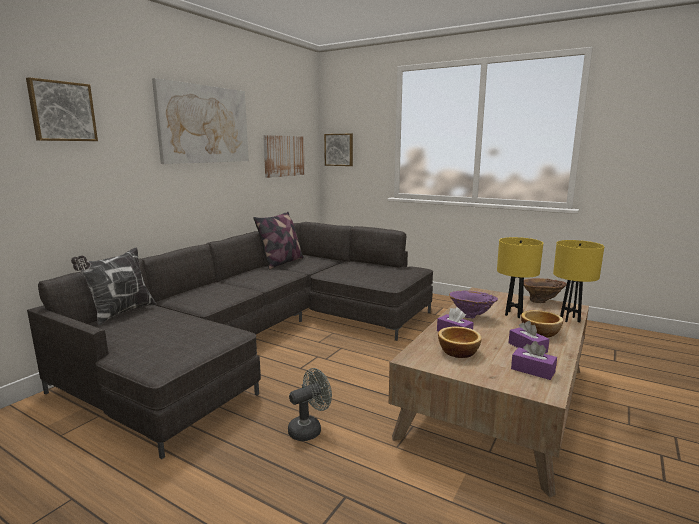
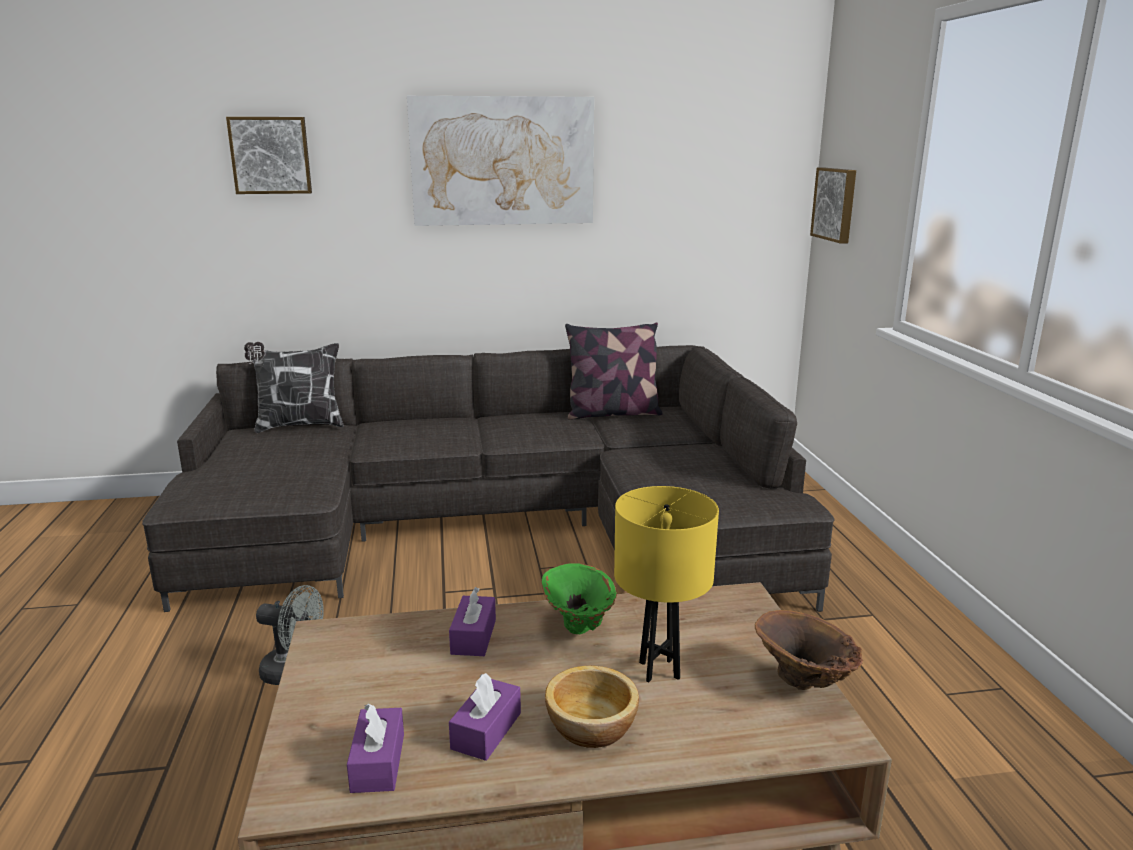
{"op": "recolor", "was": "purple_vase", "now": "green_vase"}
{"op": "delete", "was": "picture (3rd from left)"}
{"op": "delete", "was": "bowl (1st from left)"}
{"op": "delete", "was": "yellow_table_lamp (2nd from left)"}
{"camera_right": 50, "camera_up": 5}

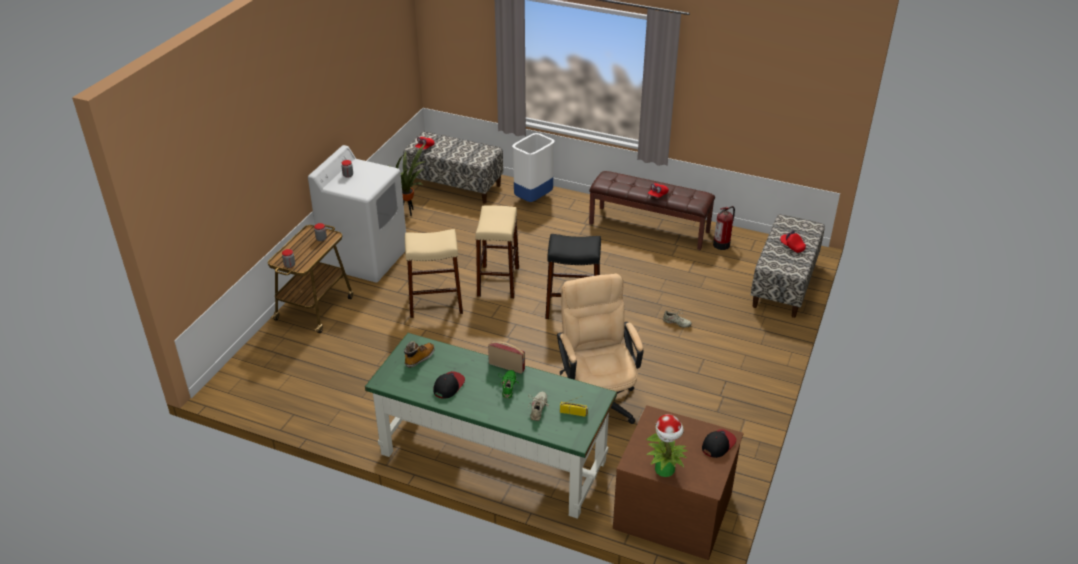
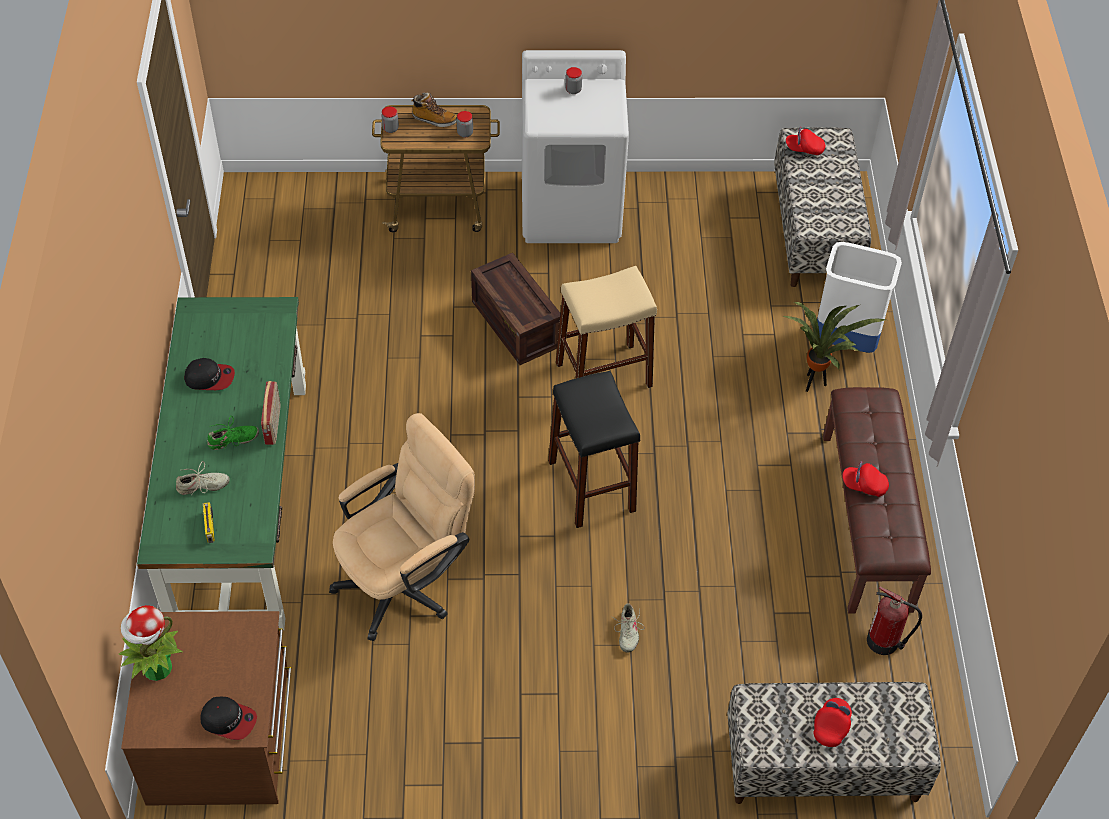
{"op": "move", "was": "boot"}
{"op": "replace", "was": "beige_stool (1st from left)", "now": "crate"}
{"op": "move", "was": "potted_plant (1st from left in the first image)", "now": "potted_plant (2nd from left)"}
{"camera_right": 65, "camera_up": 15}

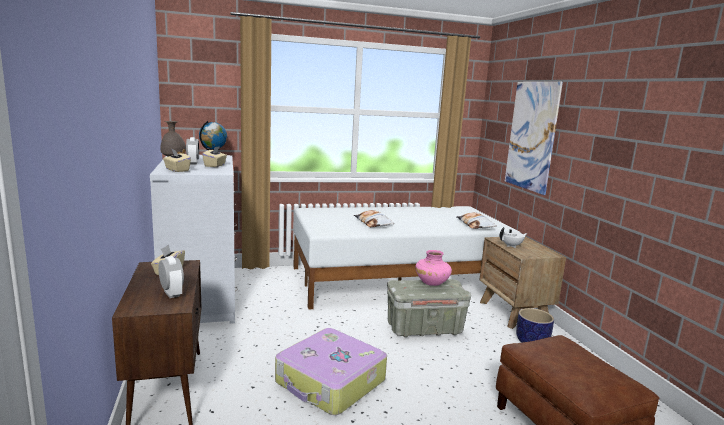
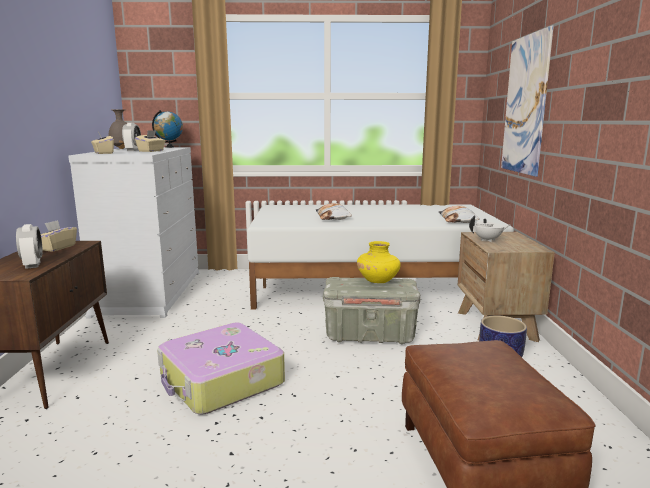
{"op": "recolor", "was": "pink_vase", "now": "yellow_vase"}
{"camera_right": 15, "camera_up": 0}

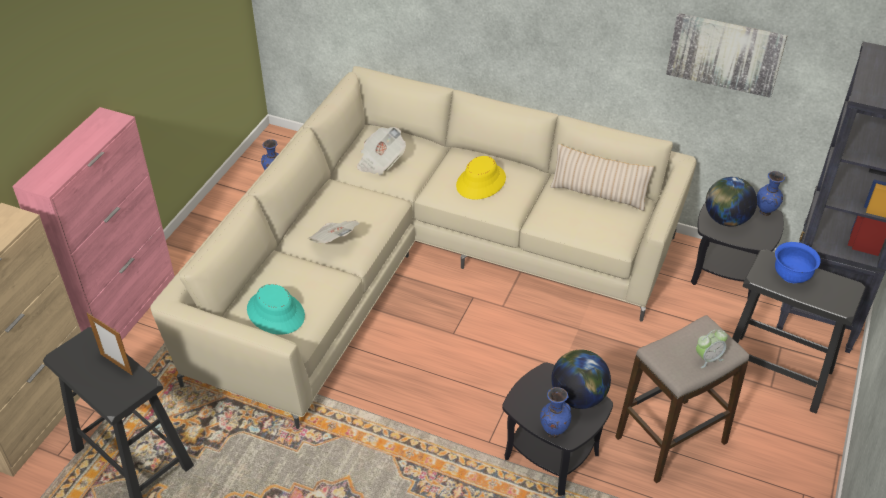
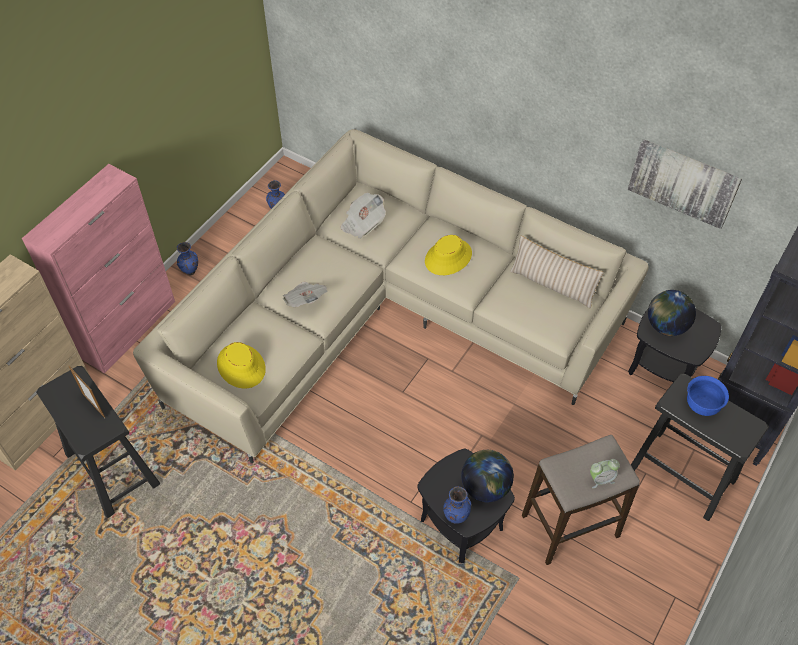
{"op": "move", "was": "blue_vase (3rd from left in the first image)", "now": "blue_vase (1st from left)"}
{"op": "recolor", "was": "turquoise_hat", "now": "yellow_hat (1st from left)"}
{"camera_right": 10, "camera_up": 10}

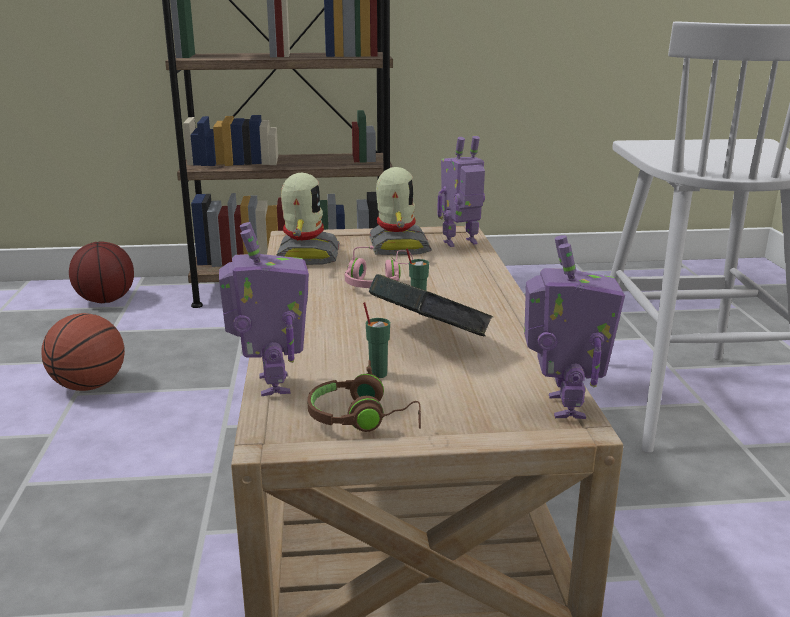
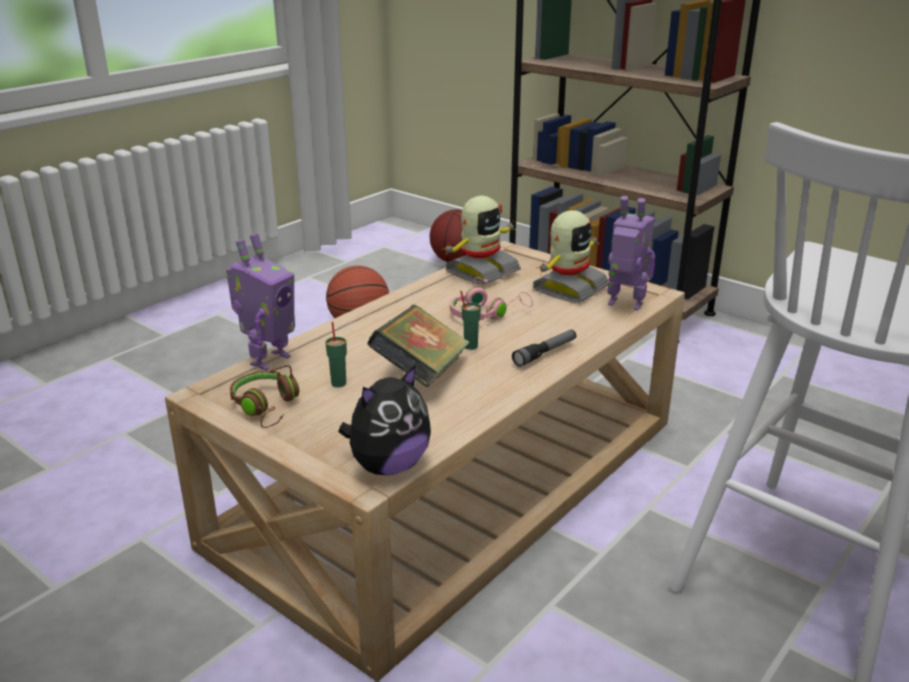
{"op": "replace", "was": "toy_robot (5th from left)", "now": "plush_toy"}
{"op": "insert", "now": "flashlight"}
{"camera_right": 45, "camera_up": 5}

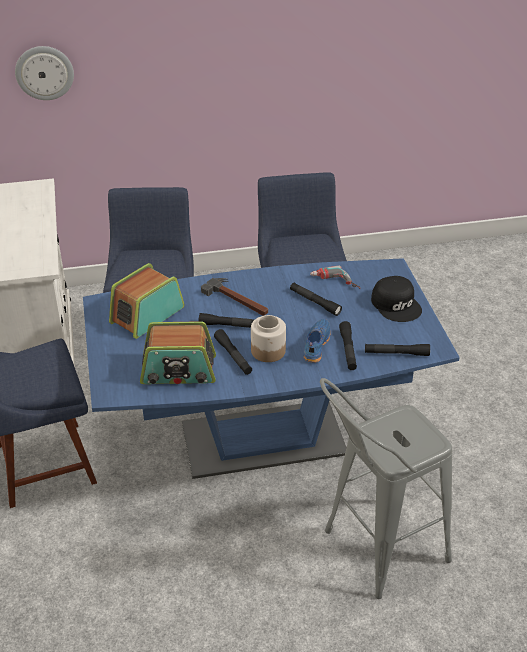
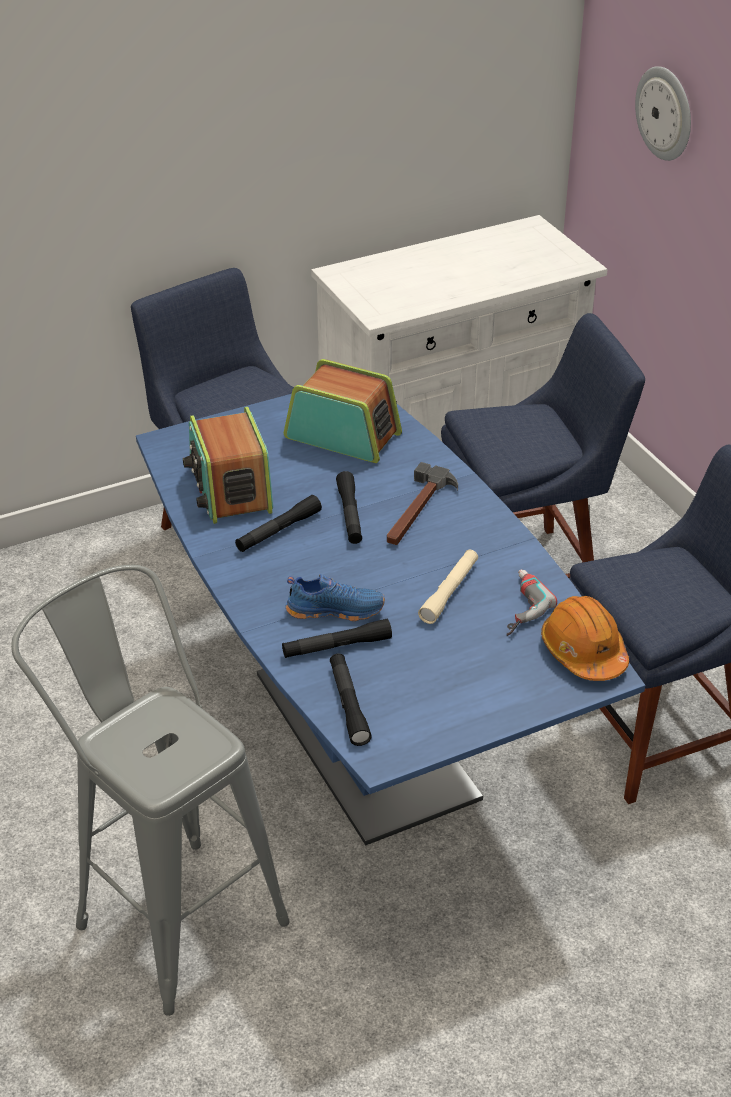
{"op": "recolor", "was": "black_flashlight (3rd from left)", "now": "beige_flashlight"}
{"op": "insert", "now": "orange_hard_hat"}
{"op": "delete", "was": "jar"}
{"op": "delete", "was": "black_cap"}
{"camera_right": 75, "camera_up": 0}

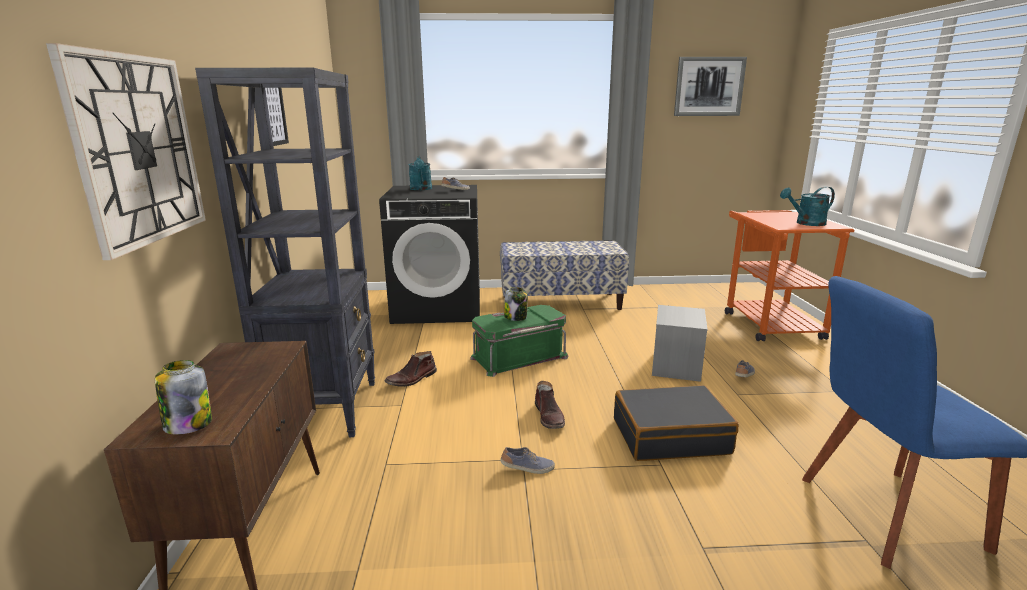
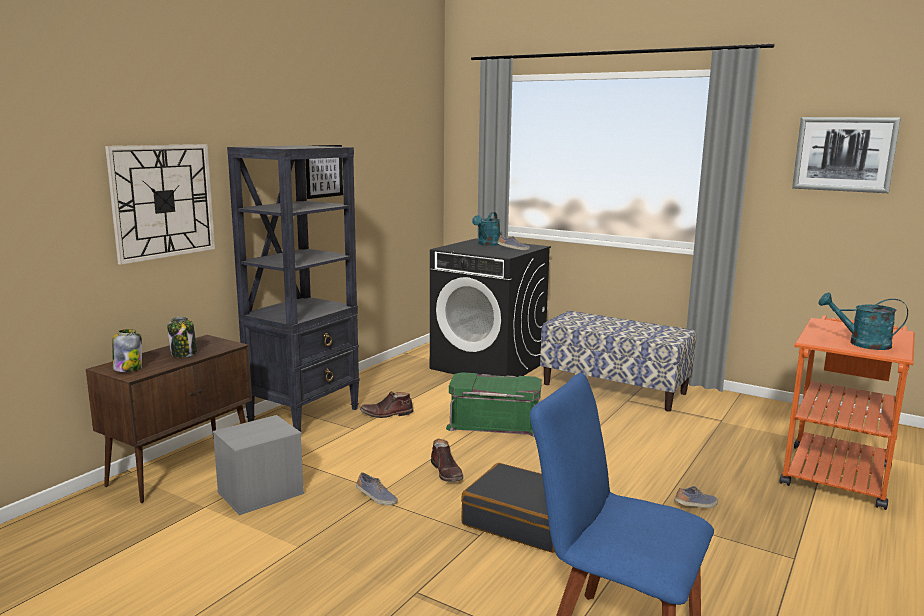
{"op": "move", "was": "jar (2nd from left)"}
{"op": "move", "was": "grey_storage_box"}
{"op": "rotate", "was": "brown_boot (2nd from left)", "clockwise": -45}
{"camera_right": 35, "camera_up": -5}

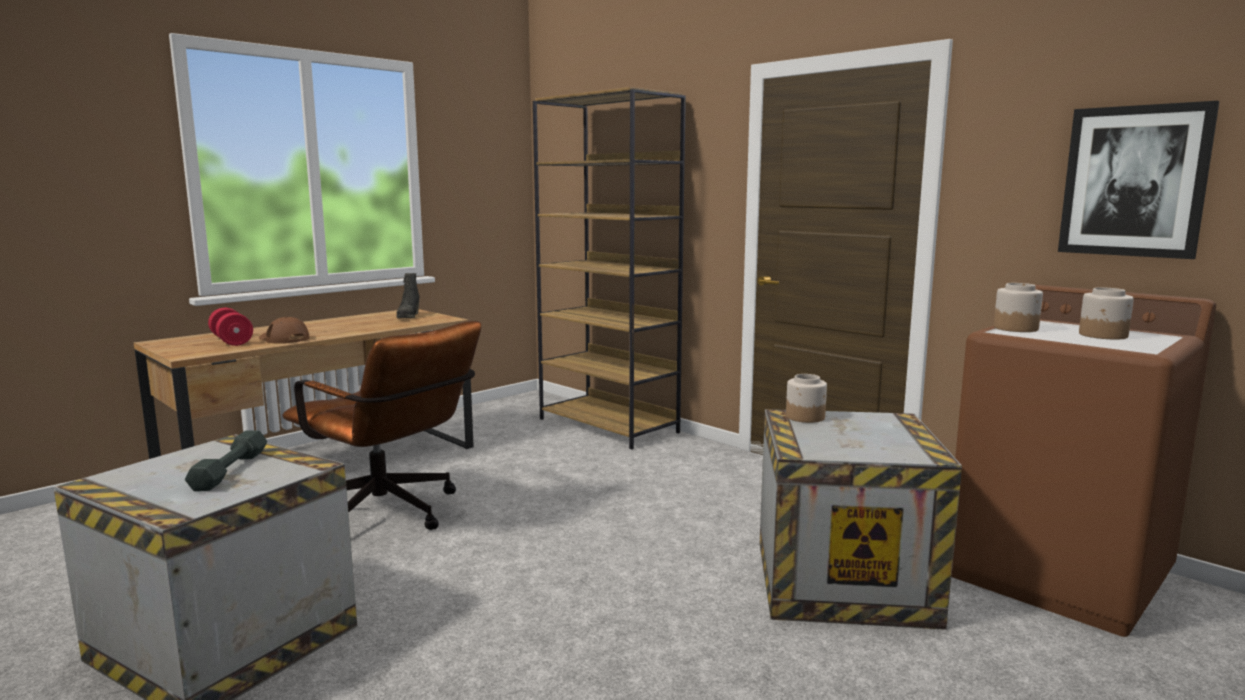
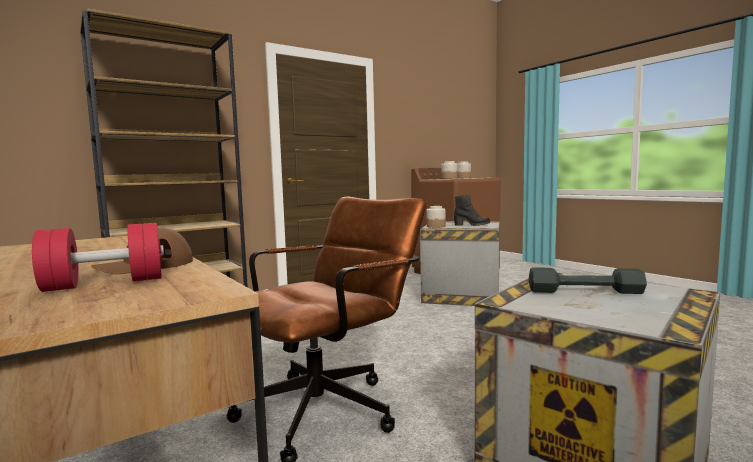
{"op": "move", "was": "black_boot"}
{"op": "delete", "was": "picture"}
{"camera_right": -80, "camera_up": -5}

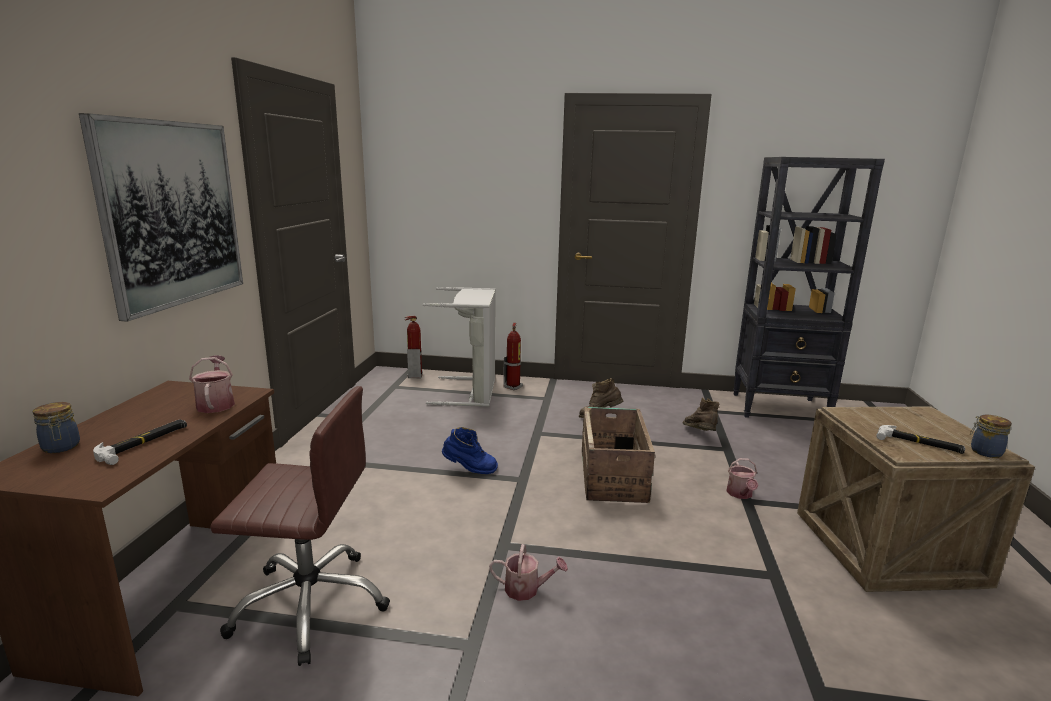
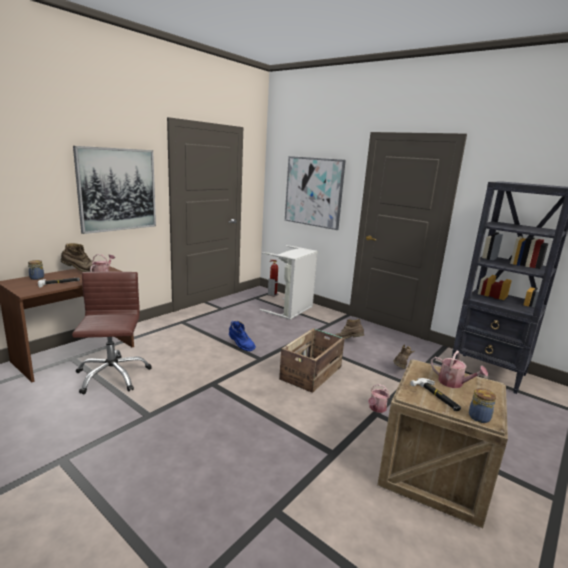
{"op": "insert", "now": "brown_boot (1st from left)"}
{"op": "rotate", "was": "brown_office_chair", "clockwise": -135}
{"op": "insert", "now": "picture (2nd from left)"}
{"op": "move", "was": "watering_can (2nd from left in the first image)", "now": "watering_can (3rd from left)"}
{"op": "delete", "was": "fire_extinguisher (2nd from left)"}
{"camera_right": 30, "camera_up": 0}

